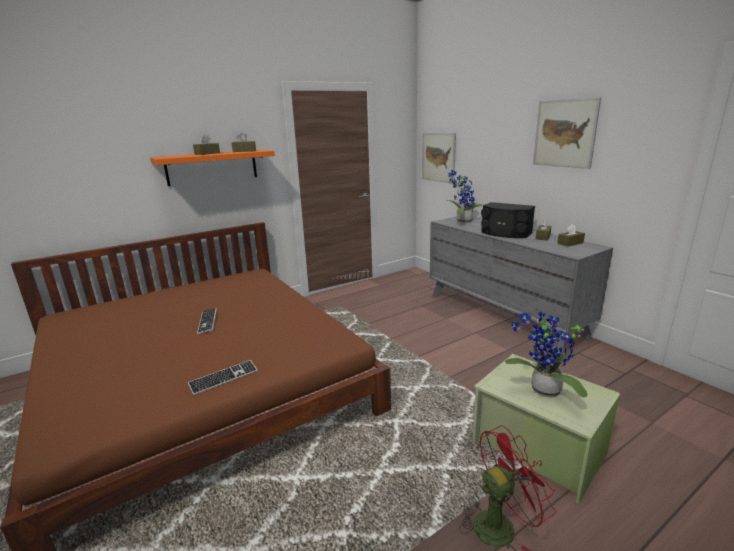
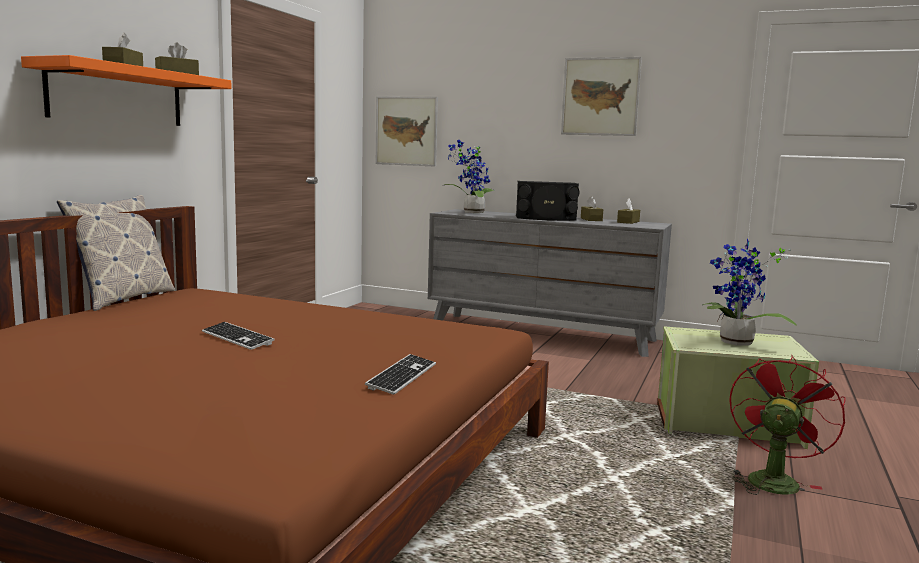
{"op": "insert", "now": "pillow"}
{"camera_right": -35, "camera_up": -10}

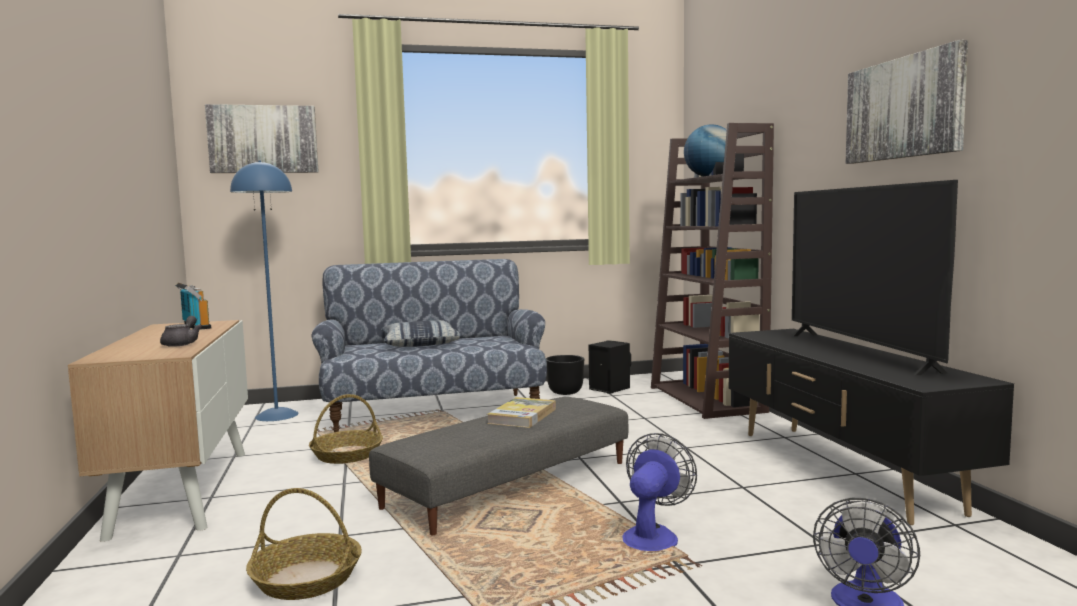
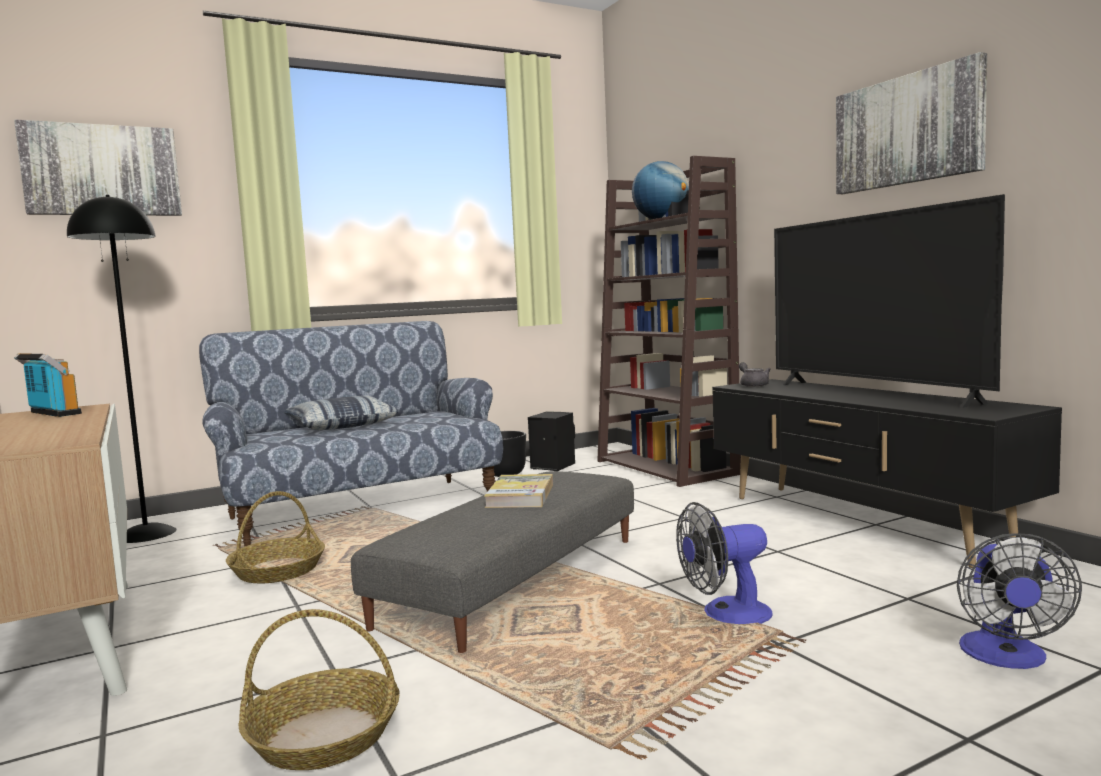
{"op": "recolor", "was": "blue_floor_lamp", "now": "black_floor_lamp"}
{"op": "rotate", "was": "fan (1st from left)", "clockwise": -120}
{"op": "move", "was": "grey_teapot"}
{"camera_right": -15, "camera_up": 0}

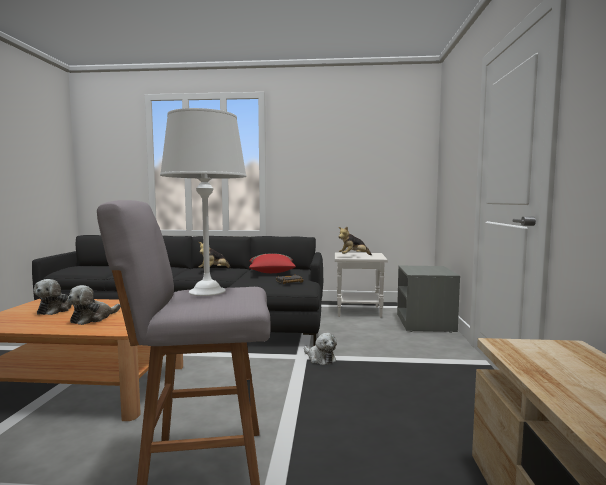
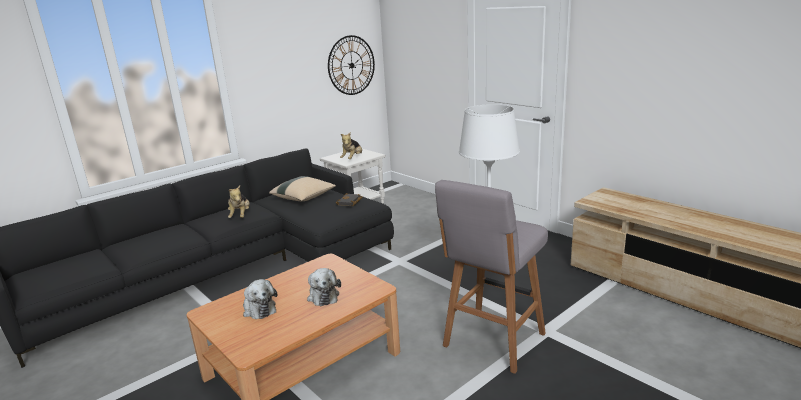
{"op": "recolor", "was": "red_pillow", "now": "beige_pillow"}
{"op": "insert", "now": "wall_clock"}
{"op": "delete", "was": "plush_toy (4th from left)"}
{"op": "delete", "was": "grey_nightstand"}
{"camera_right": -45, "camera_up": 15}

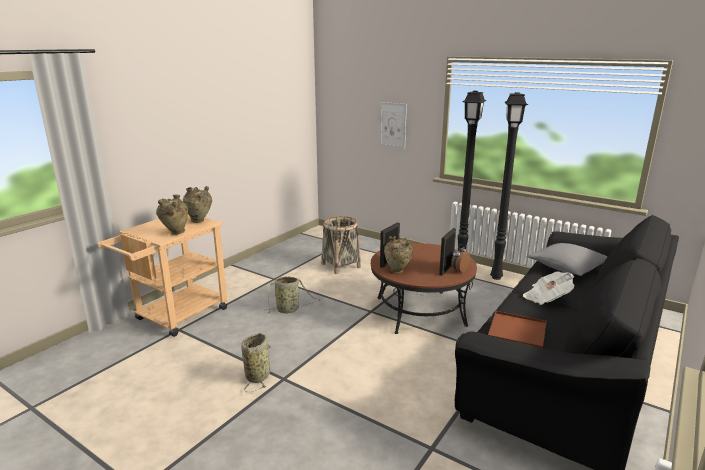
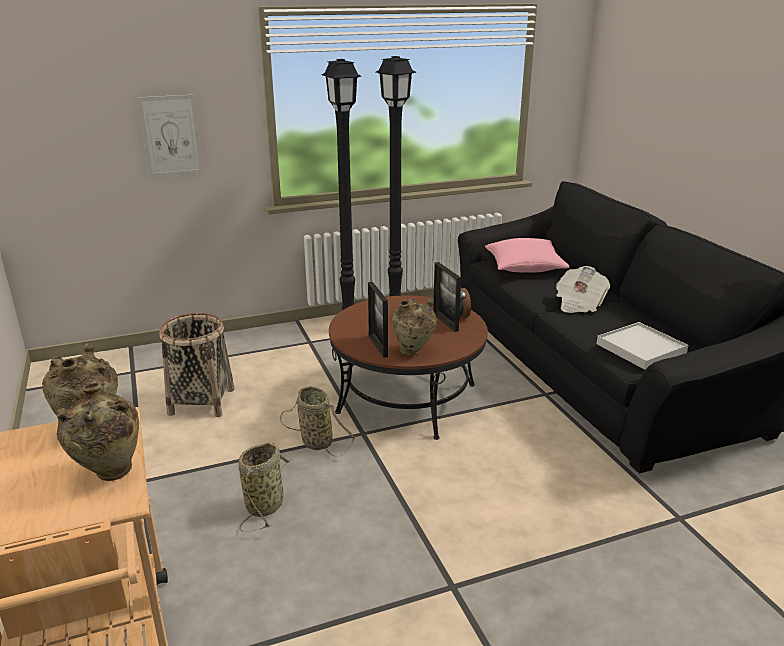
{"op": "move", "was": "basket (1st from left in the first image)", "now": "basket (3rd from left)"}
{"op": "recolor", "was": "grey_pillow", "now": "pink_pillow"}
{"op": "recolor", "was": "brown_tray", "now": "white_tray"}
{"camera_right": -55, "camera_up": 5}

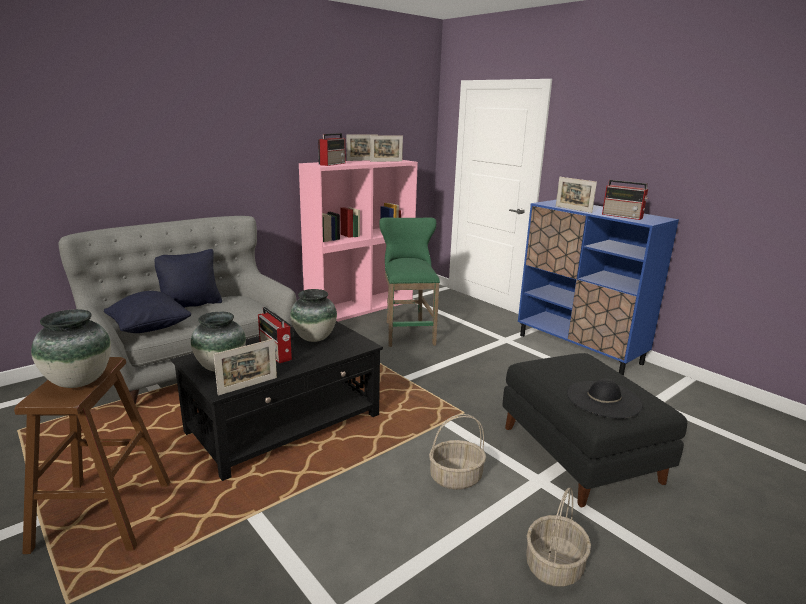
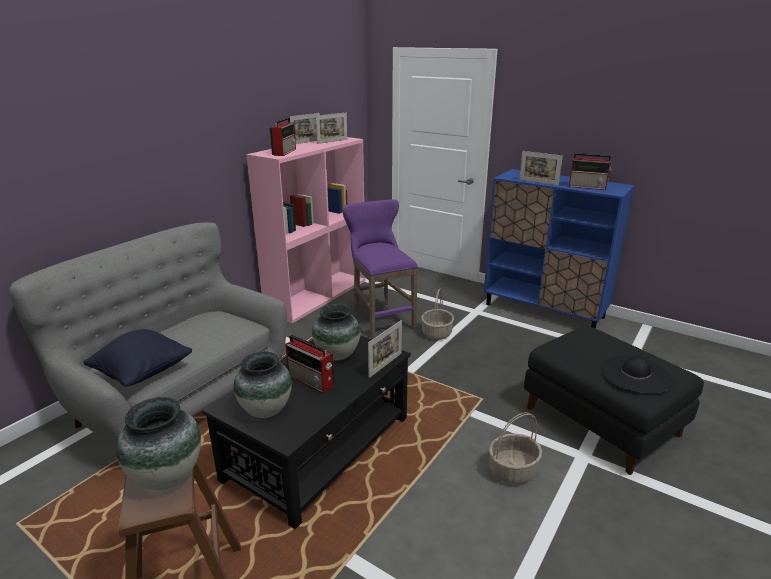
{"op": "recolor", "was": "green_stool", "now": "purple_stool"}
{"op": "move", "was": "picture_frame (1st from left in the first image)", "now": "picture_frame (3rd from left)"}
{"op": "move", "was": "basket (2nd from left in the first image)", "now": "basket (1st from left)"}
{"op": "delete", "was": "black_pillow (2nd from left)"}
{"camera_right": -15, "camera_up": 5}

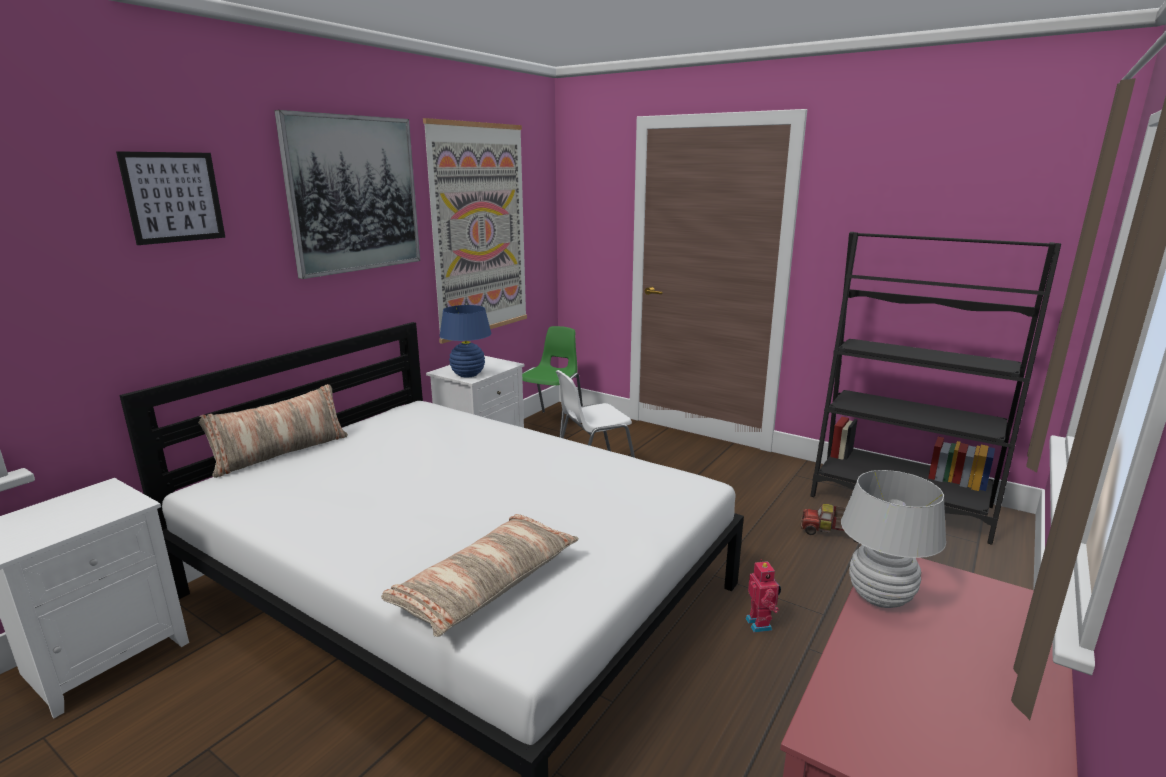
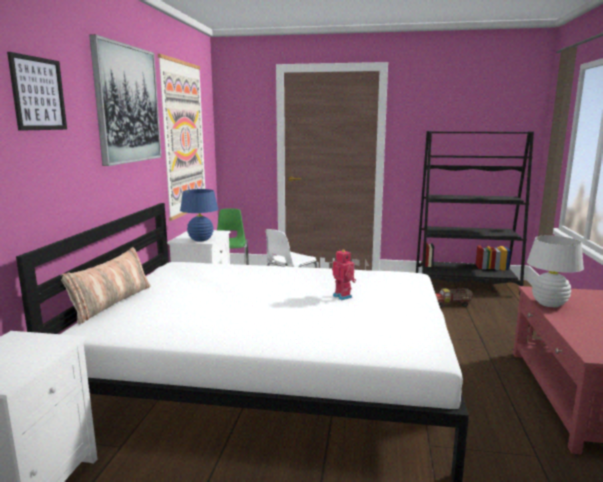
{"op": "move", "was": "toy_robot"}
{"op": "delete", "was": "pillow (2nd from left)"}
{"camera_right": -25, "camera_up": -5}

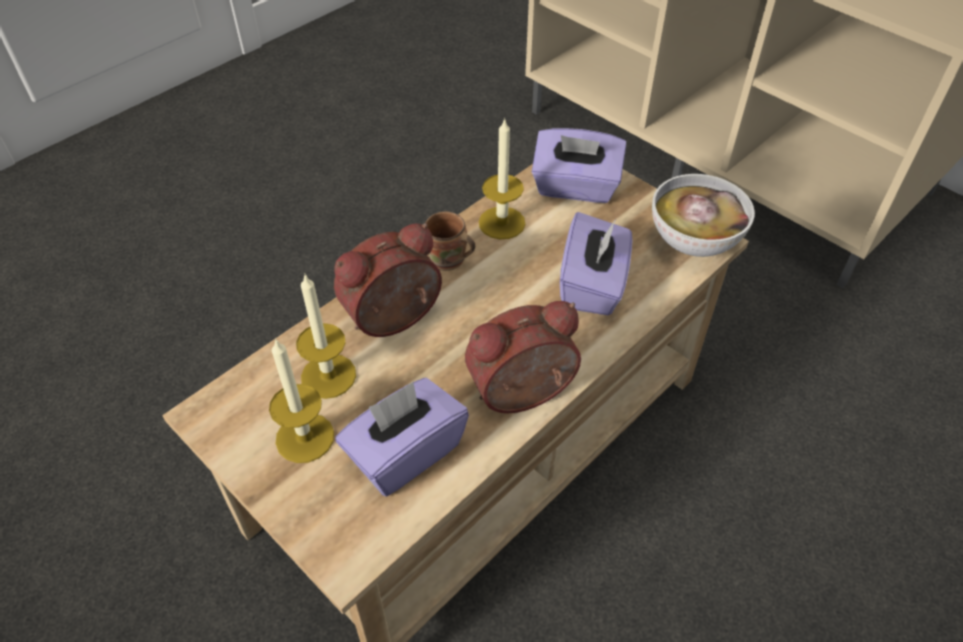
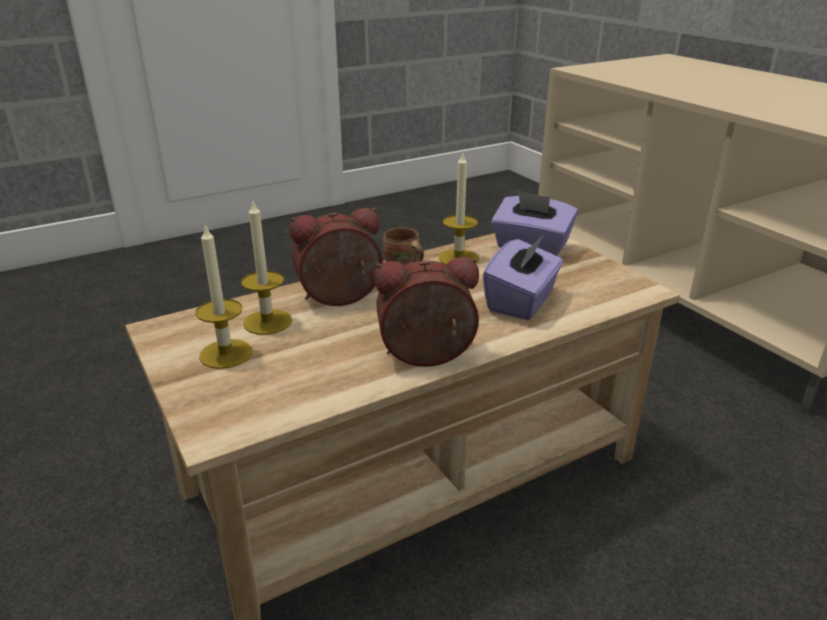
{"op": "delete", "was": "purple_tissue_box (1st from left)"}
{"op": "delete", "was": "bowl"}
{"camera_right": 15, "camera_up": -20}

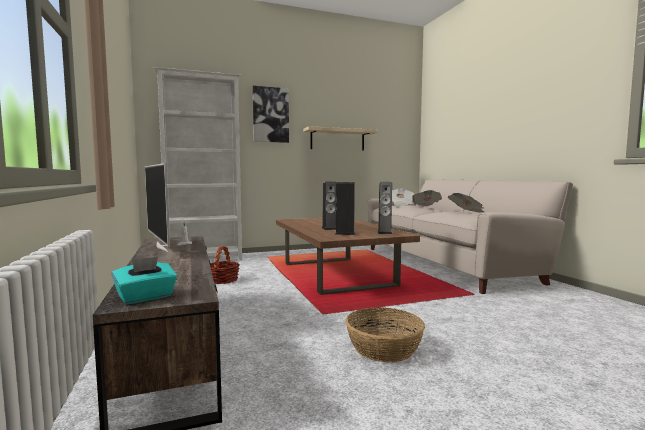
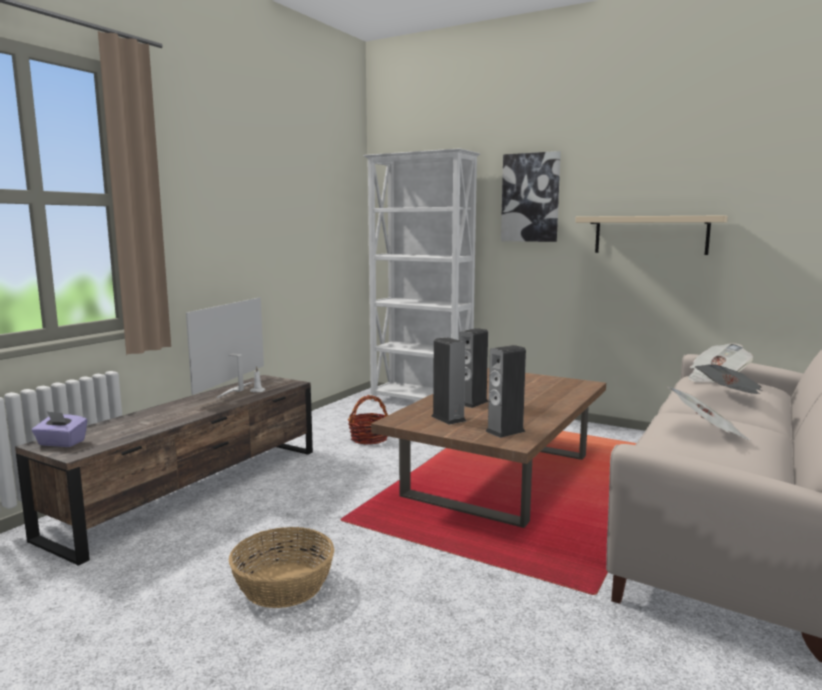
{"op": "recolor", "was": "turquoise_tissue_box", "now": "purple_tissue_box"}
{"camera_right": 50, "camera_up": 5}

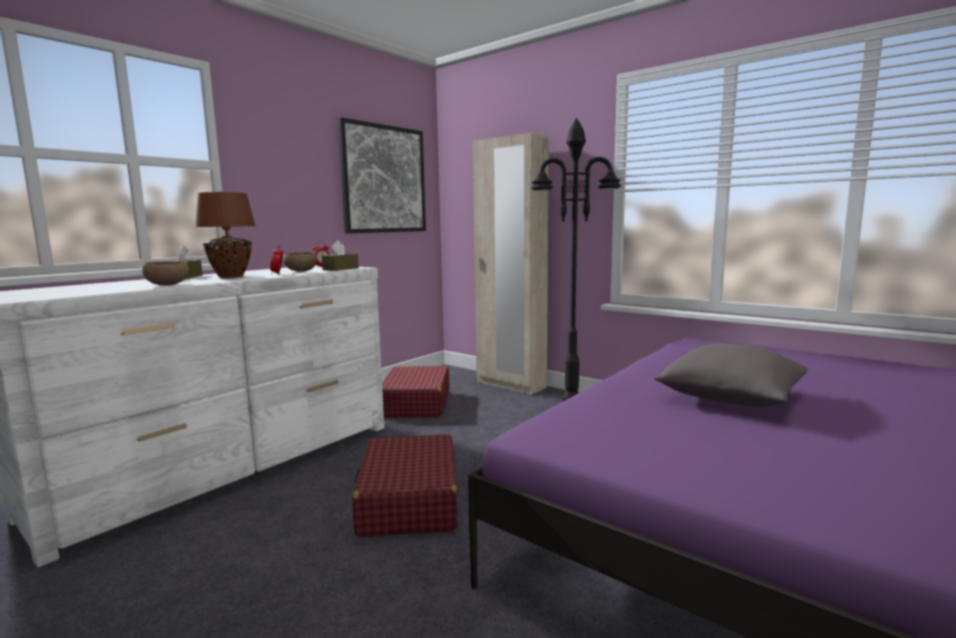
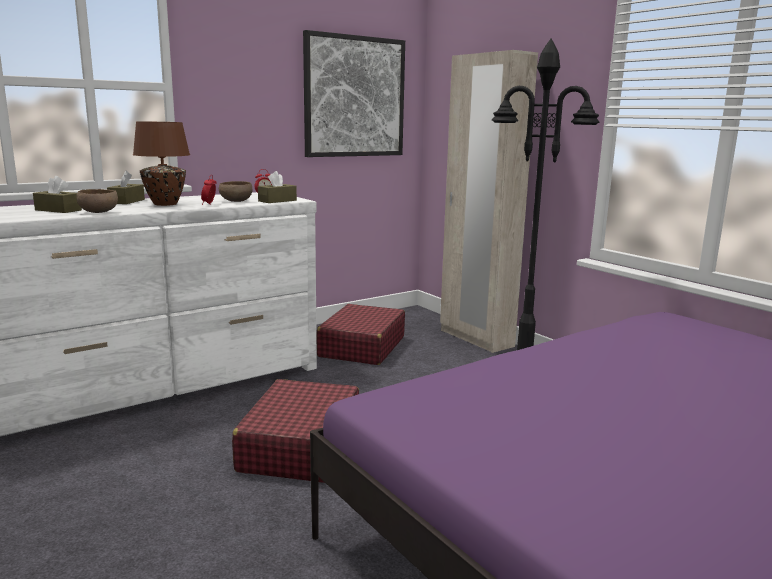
{"op": "insert", "now": "brown_tissue_box (1st from left)"}
{"op": "delete", "was": "grey_pillow"}
{"camera_right": 15, "camera_up": 5}

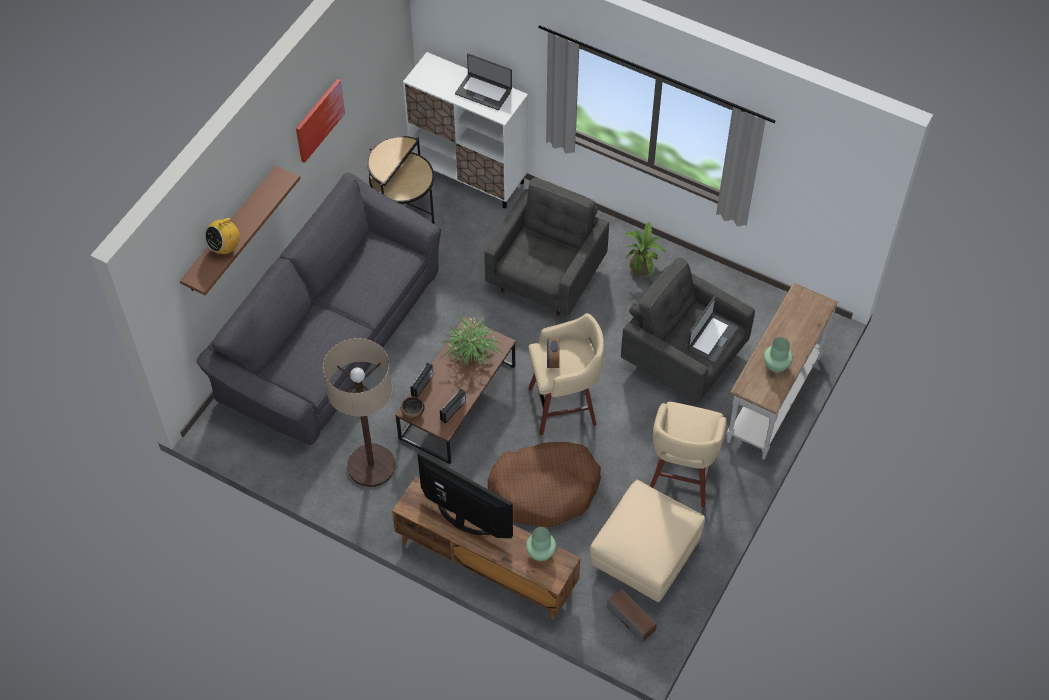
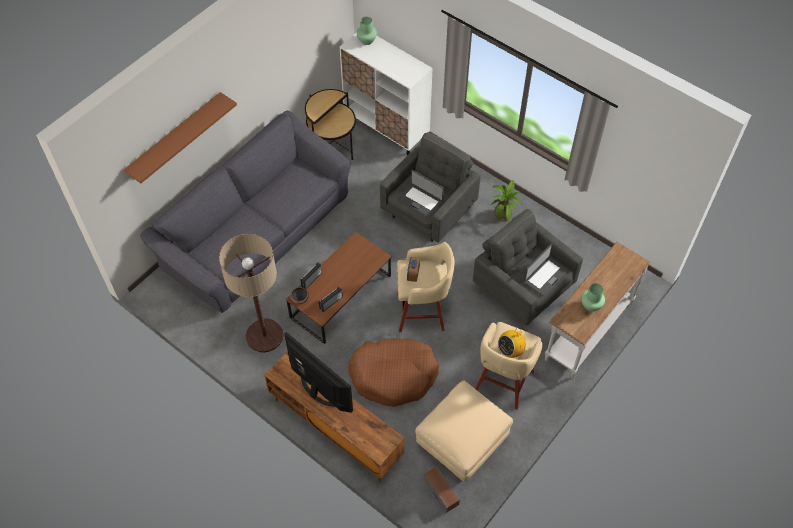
{"op": "move", "was": "green_vase (1st from left)"}
{"op": "move", "was": "laptop (1st from left)"}
{"op": "move", "was": "radio (1st from left in the first image)", "now": "radio (3rd from left)"}
{"op": "delete", "was": "picture"}
{"op": "delete", "was": "potted_plant (1st from left)"}
{"camera_right": 10, "camera_up": 0}

